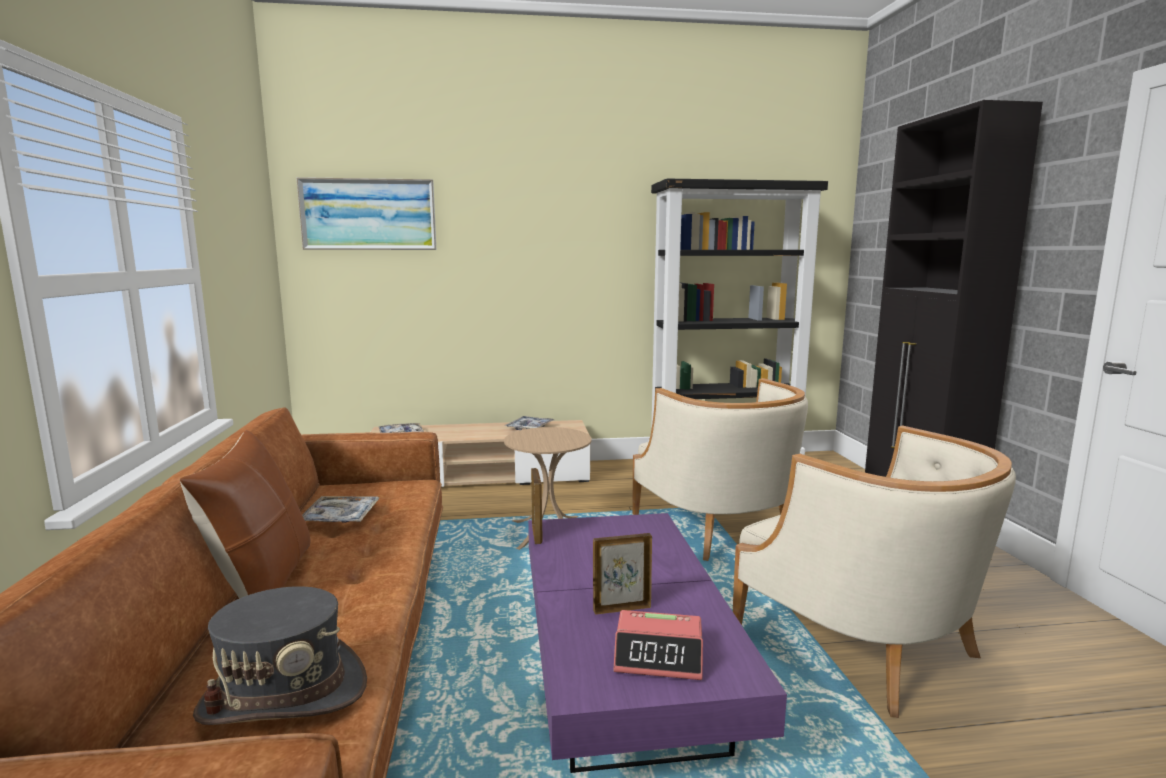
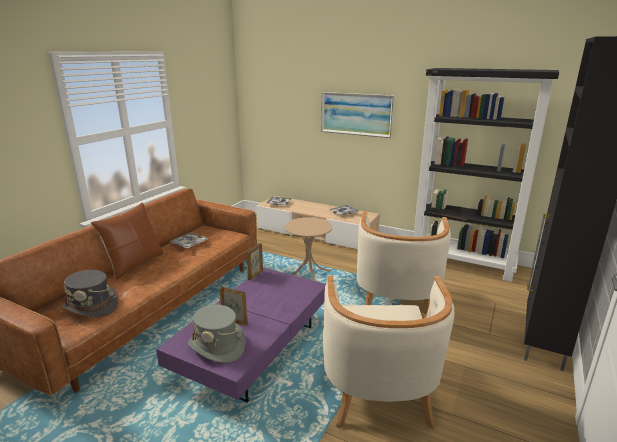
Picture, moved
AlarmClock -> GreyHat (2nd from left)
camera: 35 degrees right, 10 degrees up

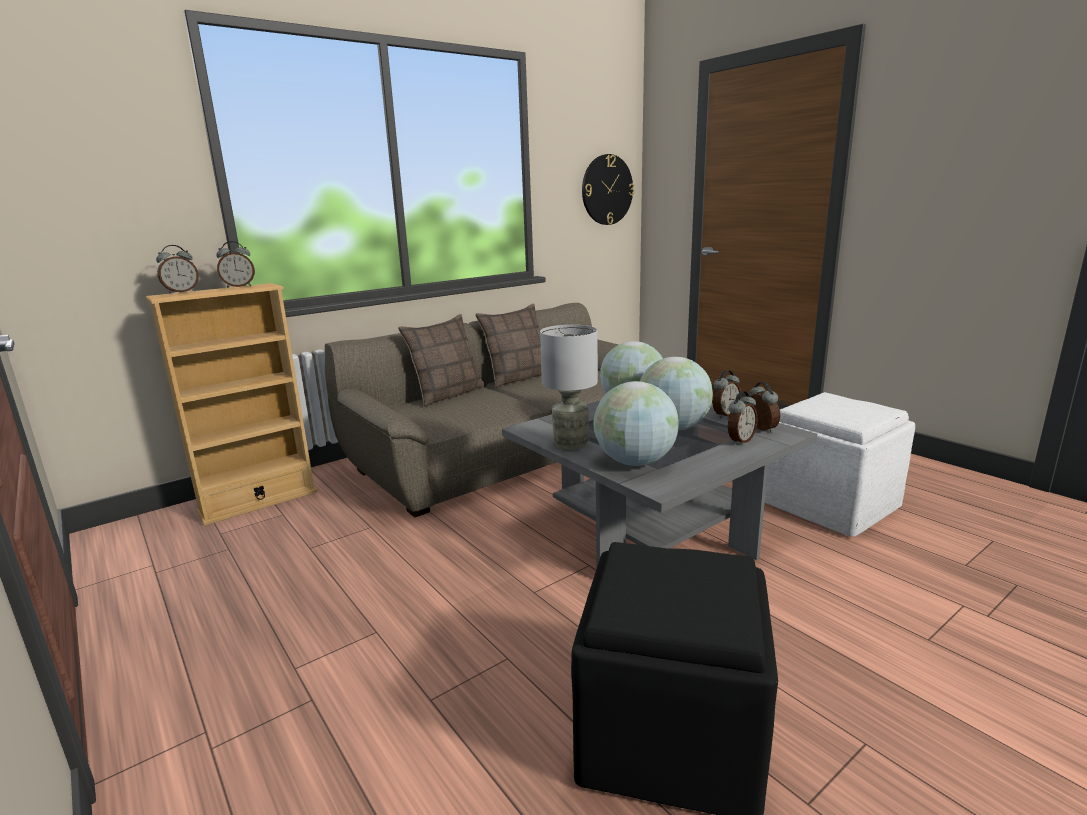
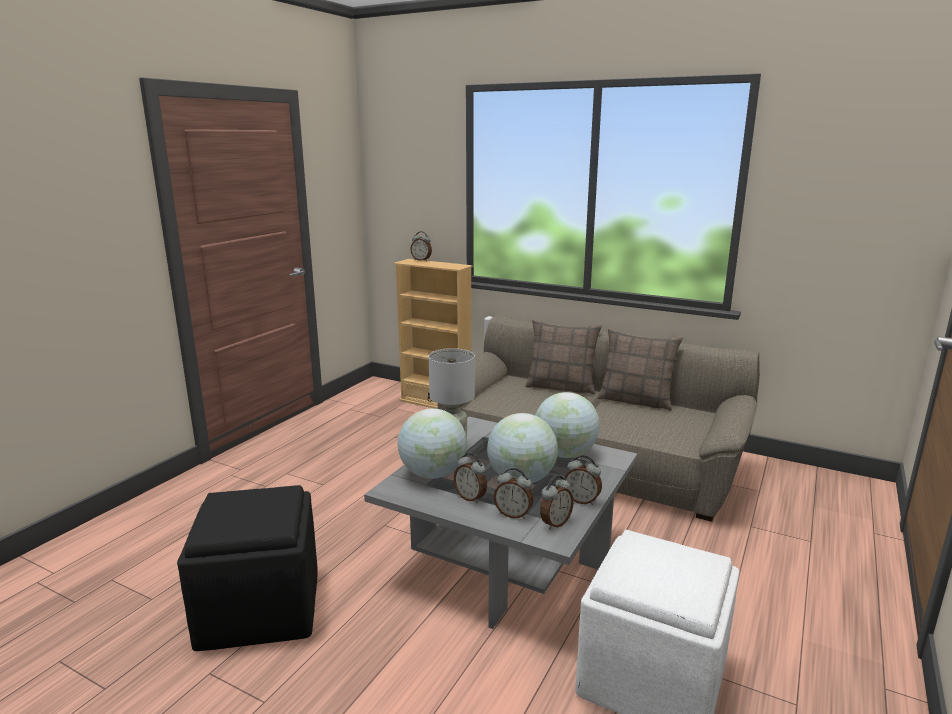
WallClock -> none
AlarmClock (2nd from left), moved
camera: 65 degrees right, 0 degrees up

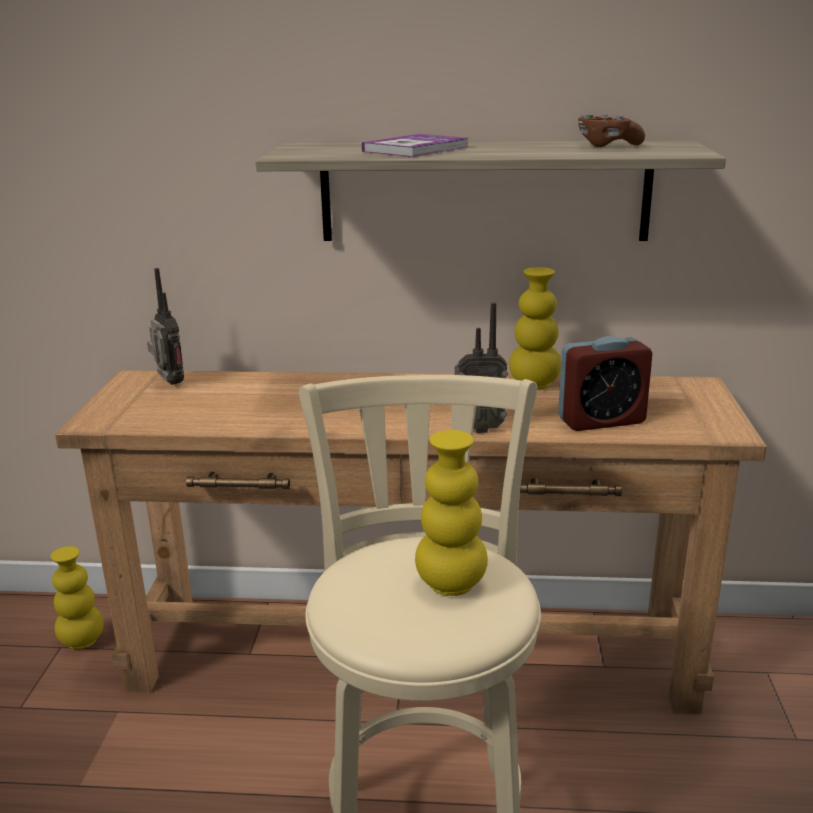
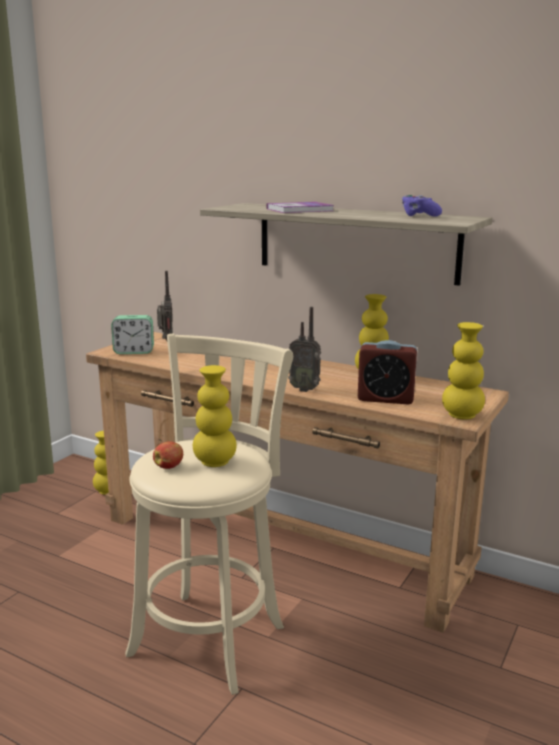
none -> AlarmClock (1st from left)
none -> Apple
none -> YellowVase (4th from left)
BrownGameController -> PurpleGameController
camera: 25 degrees right, 5 degrees down

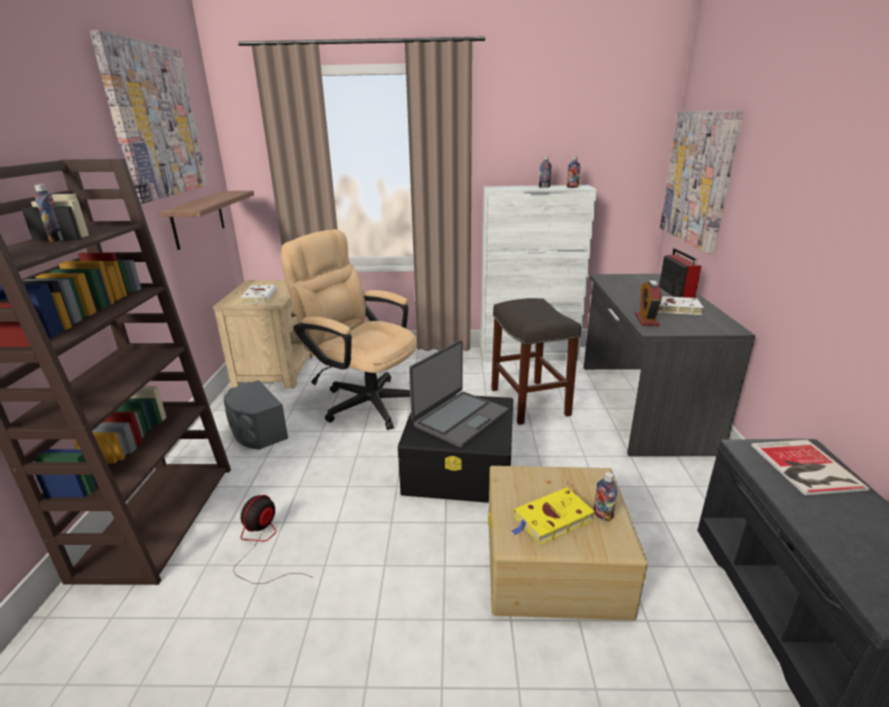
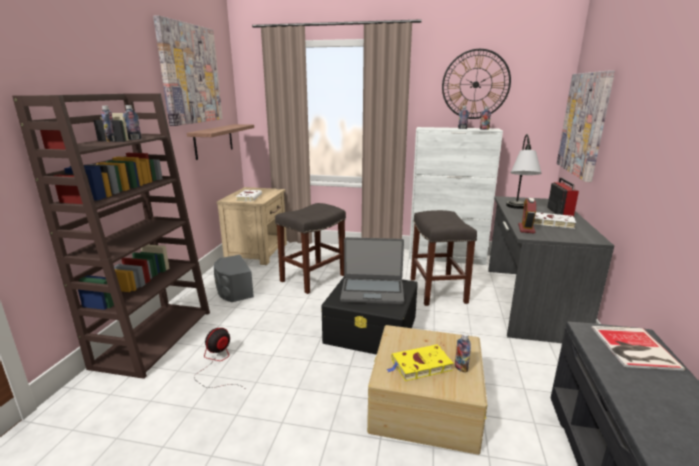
none -> Bottle (2nd from left)
none -> WallClock
none -> TableLamp
BeigeOfficeChair -> GreyStool (1st from left)
Laptop, 45 degrees clockwise
camera: 10 degrees right, 5 degrees down

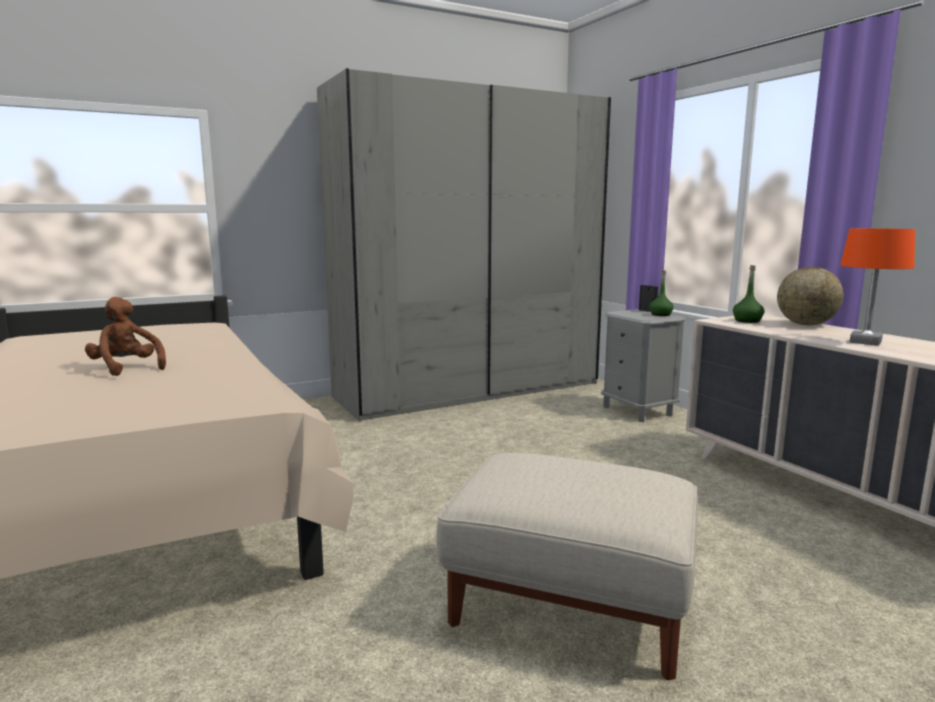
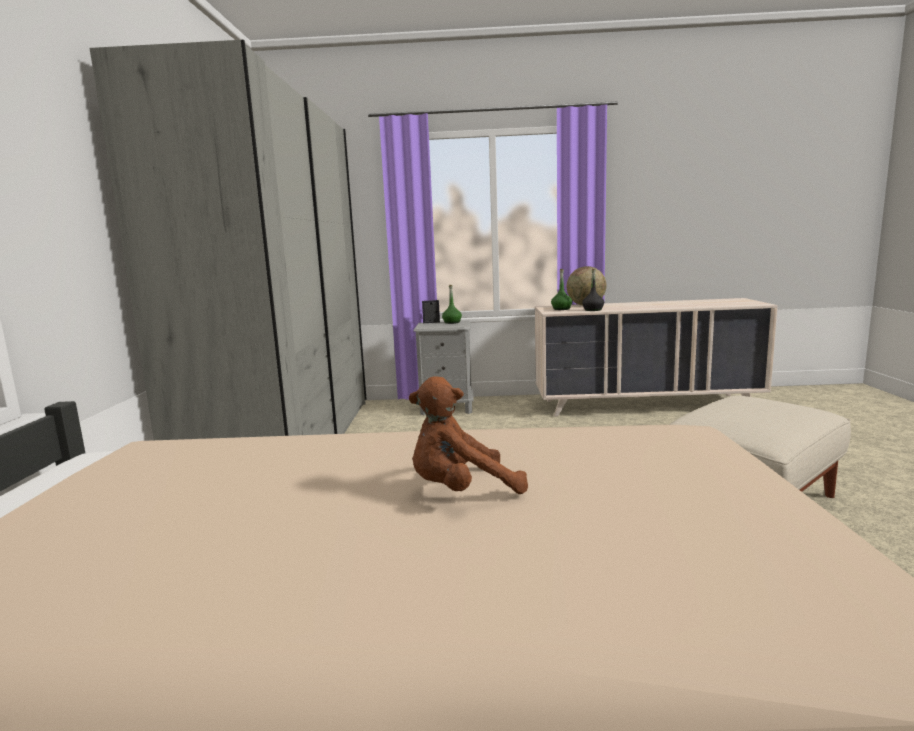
OrangeTableLamp -> none
none -> BlackBottle
camera: 60 degrees left, 0 degrees up

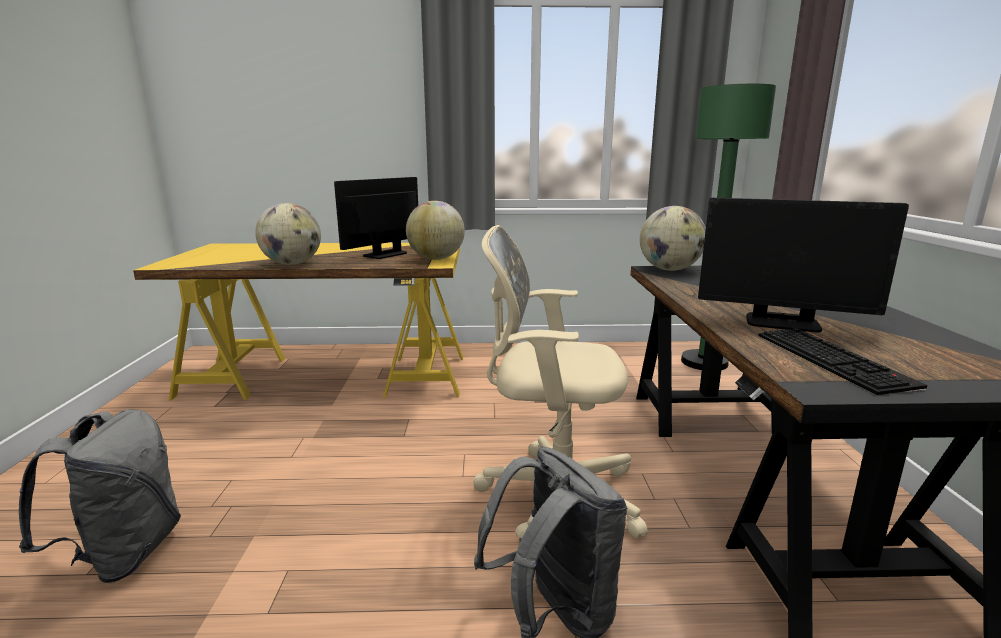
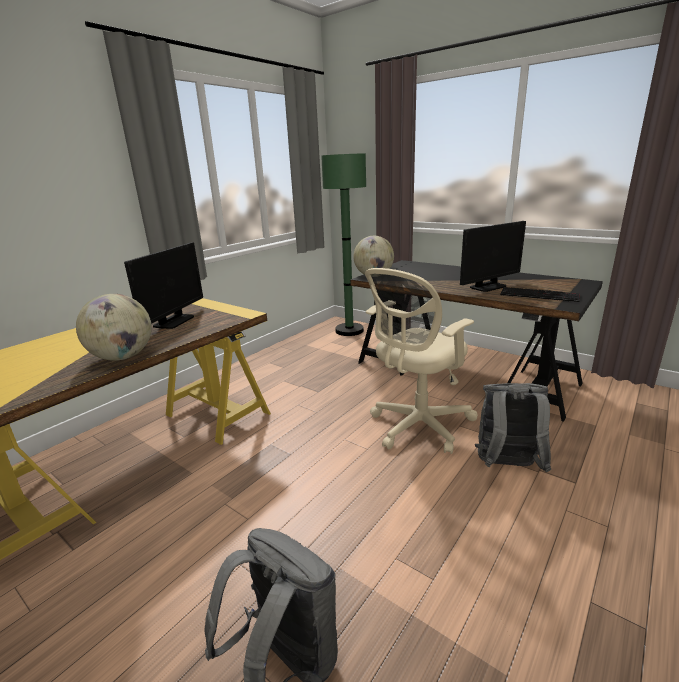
Globe (2nd from left) -> none
Monitor (1st from left), 150 degrees counterclockwise
camera: 50 degrees left, 5 degrees up

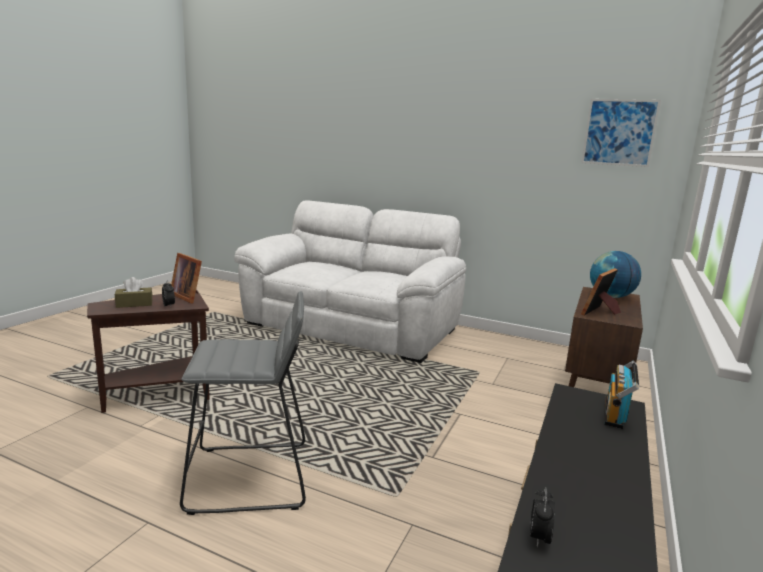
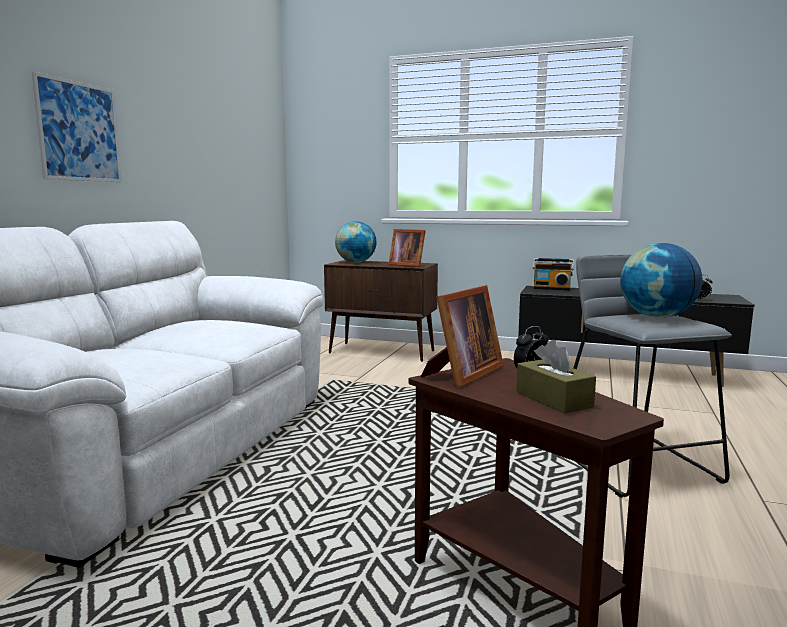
none -> Globe (2nd from left)
Picture, moved
camera: 95 degrees left, 5 degrees down

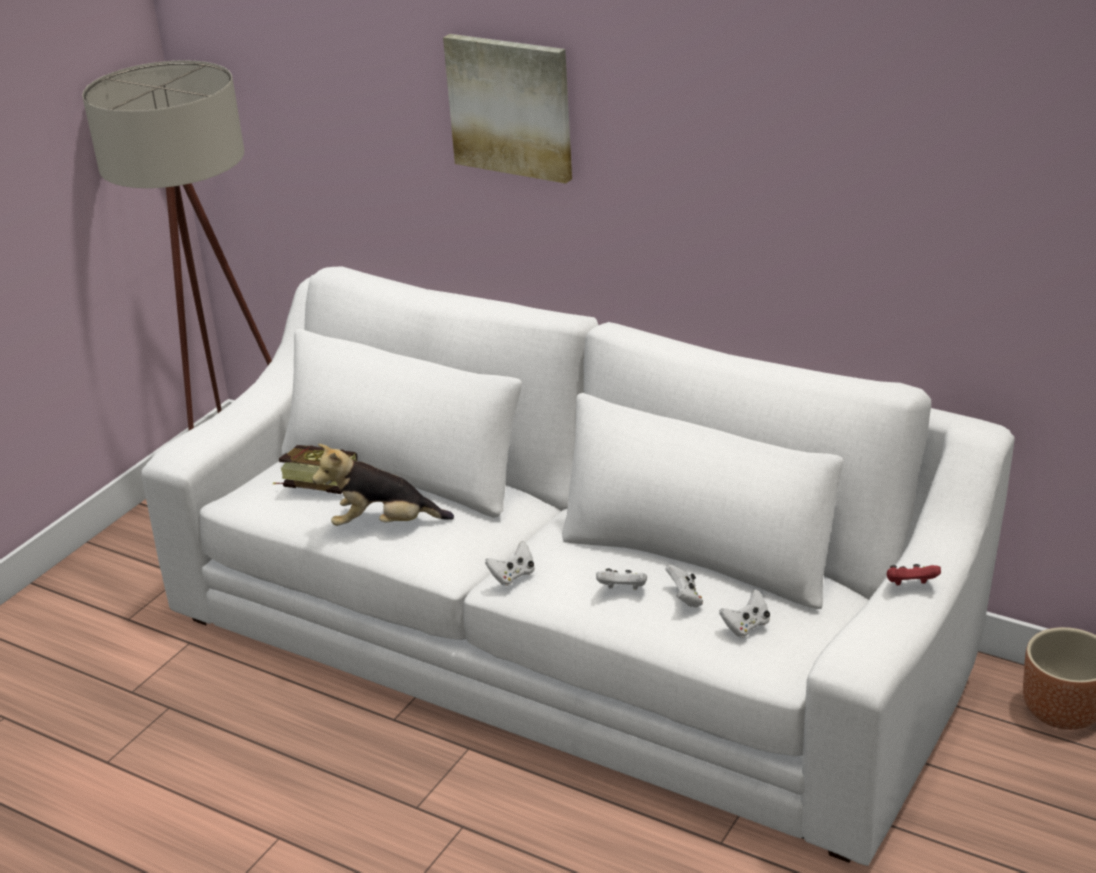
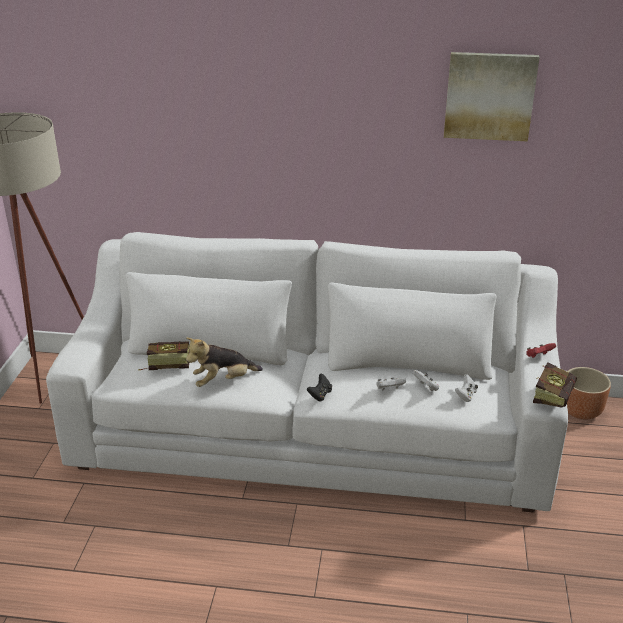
none -> Book (2nd from left)
Picture, moved
WhiteGameController (1st from left) -> BlackGameController
camera: 25 degrees left, 0 degrees up

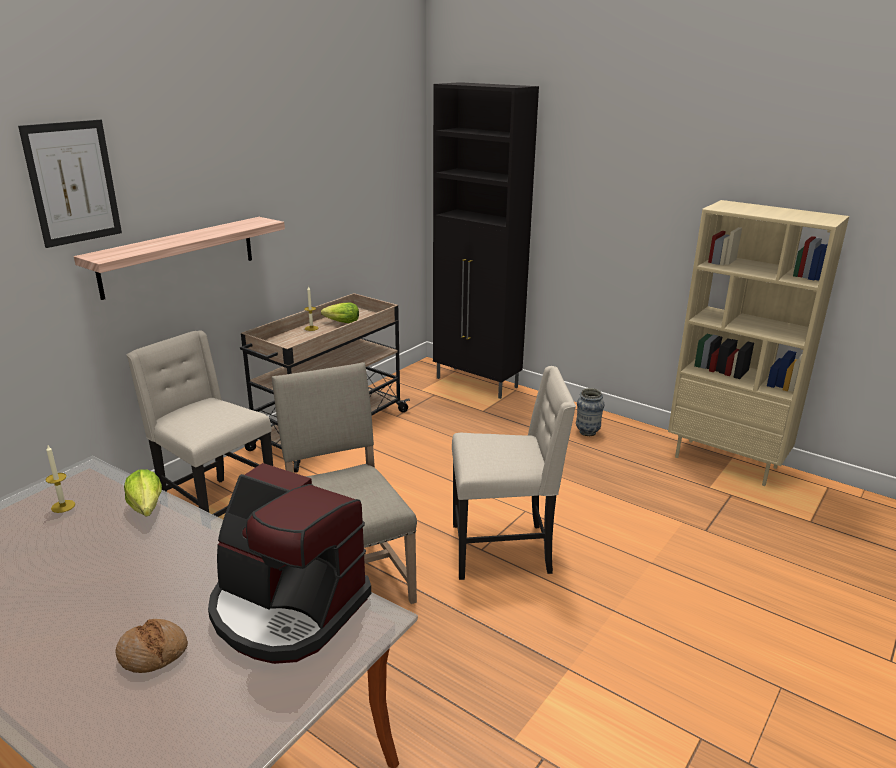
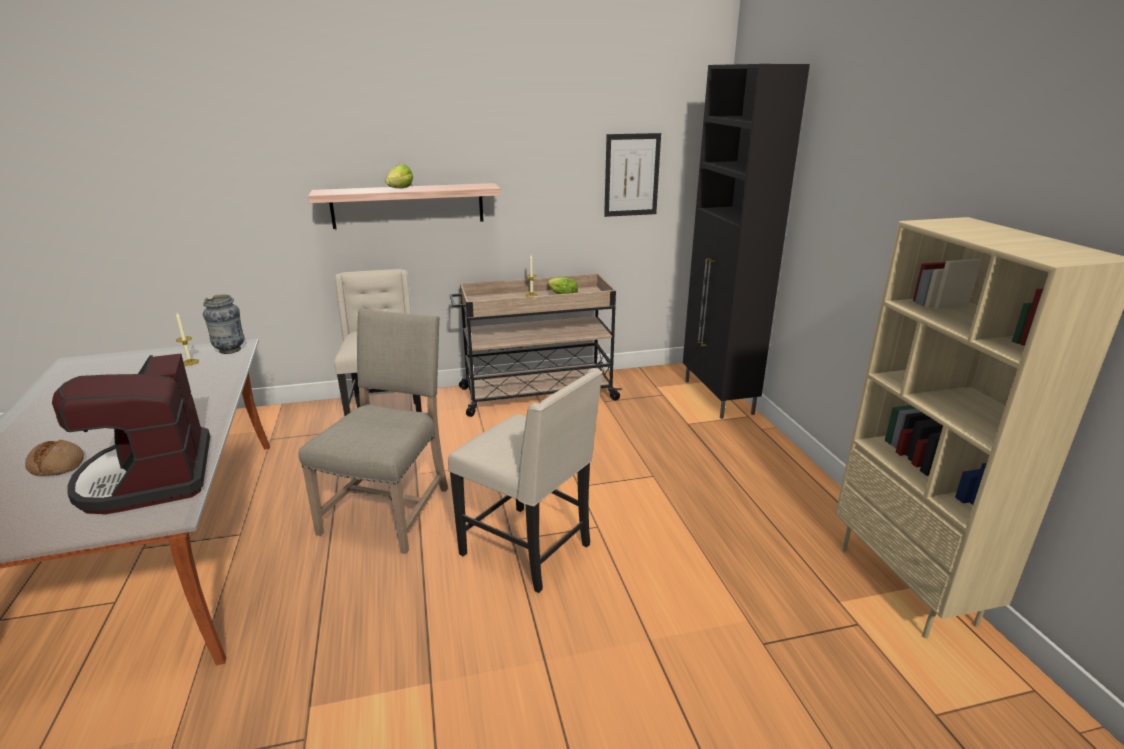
Picture, moved
Lettuce (1st from left), moved
Vase, moved
camera: 40 degrees right, 0 degrees up

